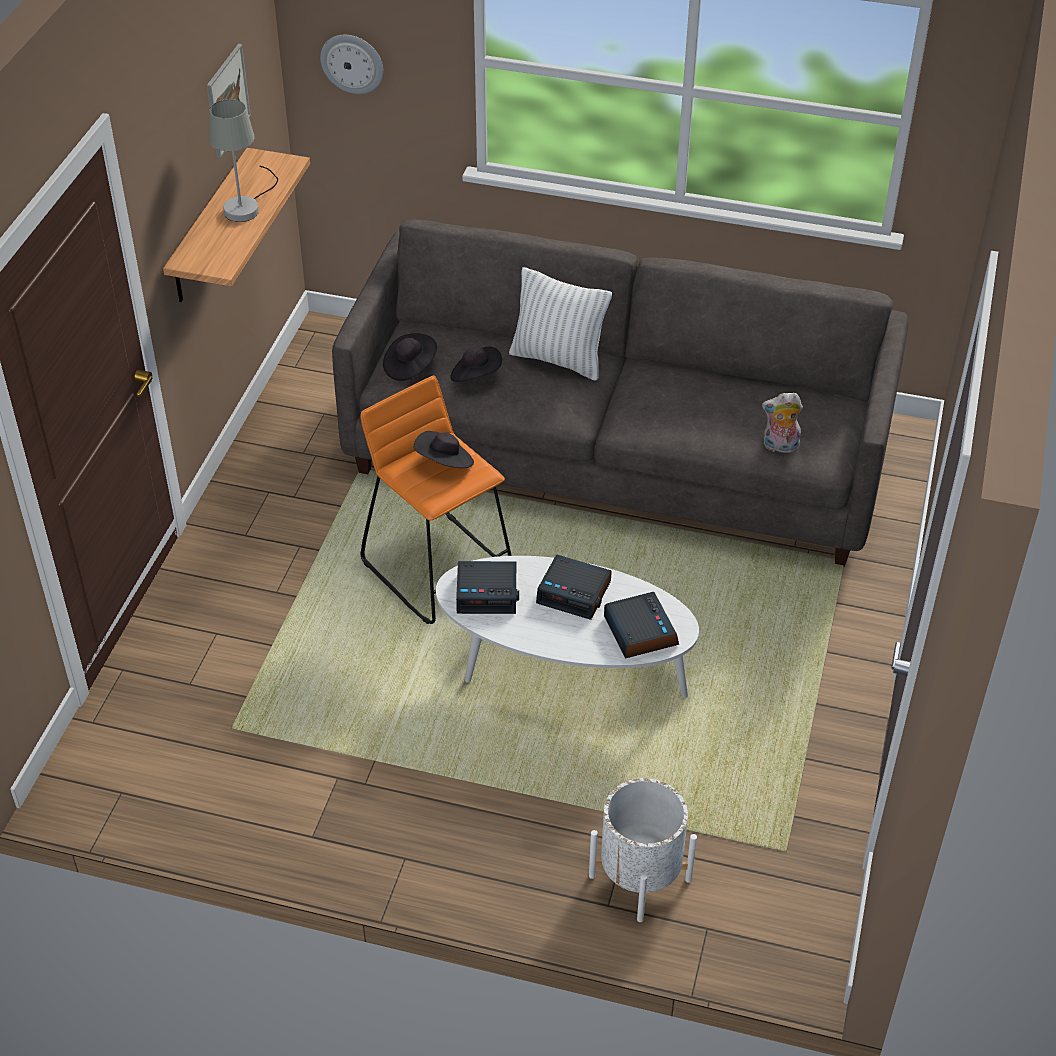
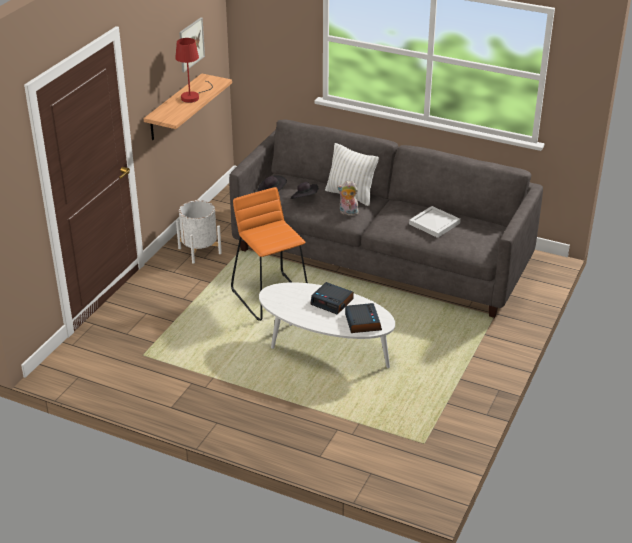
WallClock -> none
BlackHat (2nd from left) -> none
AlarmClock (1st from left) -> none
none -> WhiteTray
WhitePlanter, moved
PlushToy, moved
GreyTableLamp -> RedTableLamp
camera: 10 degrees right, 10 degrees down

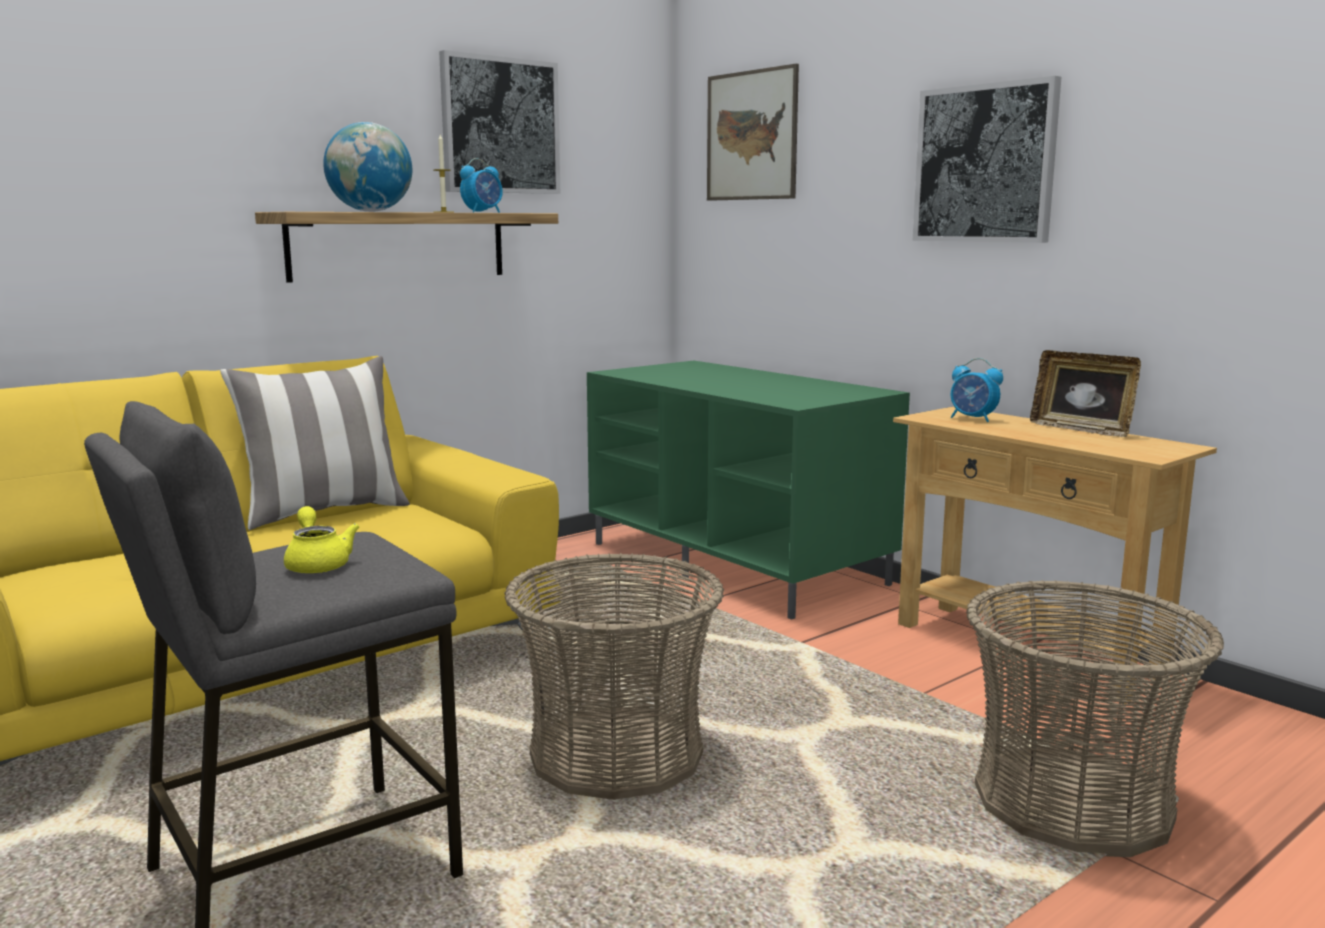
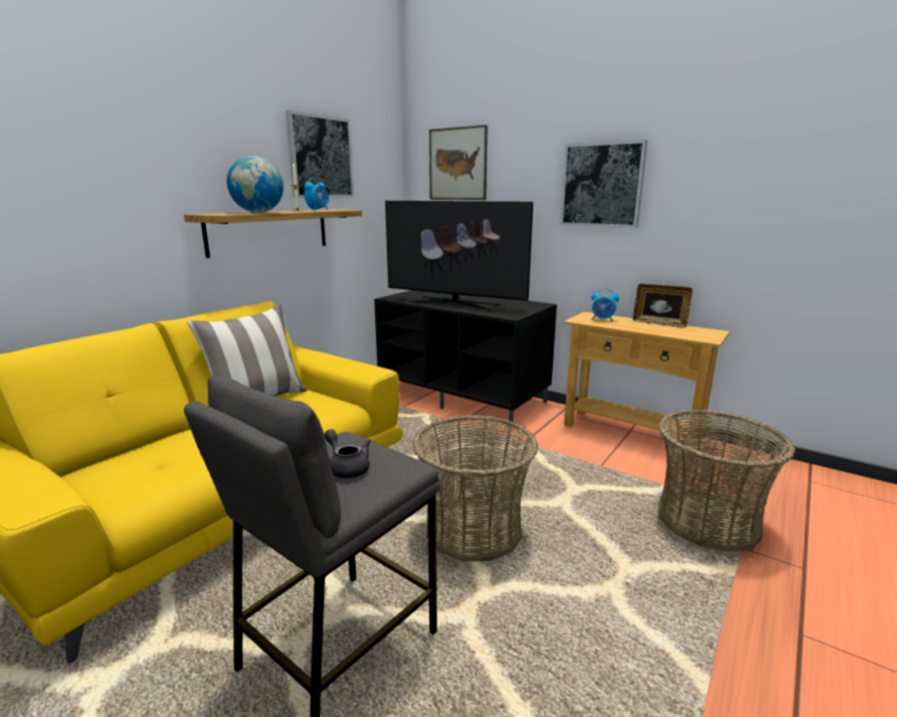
none -> Television
YellowTeapot -> GreyTeapot
GreenTvStand -> BlackTvStand
camera: 15 degrees left, 5 degrees up

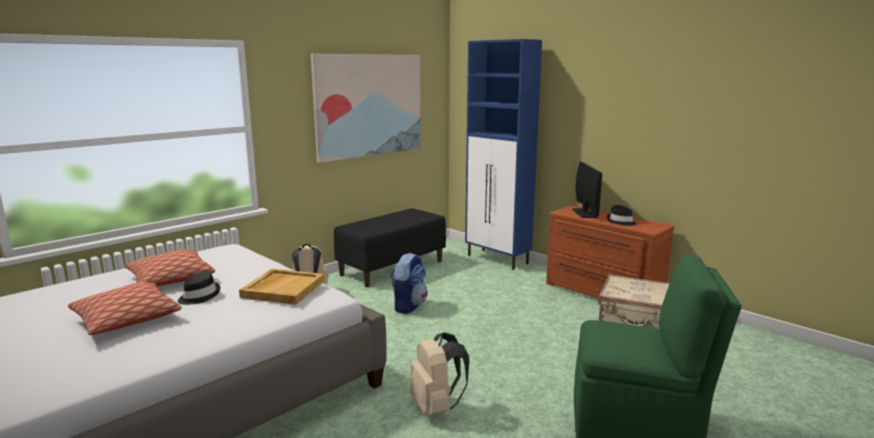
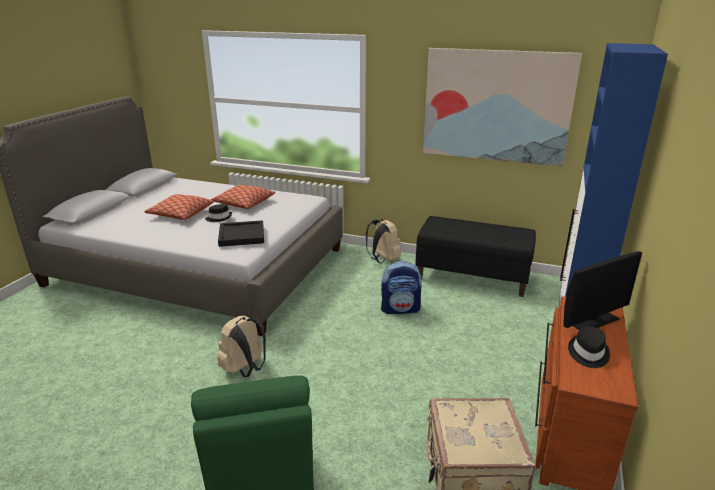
BeigeTray -> BlackTray
camera: 65 degrees right, 10 degrees up

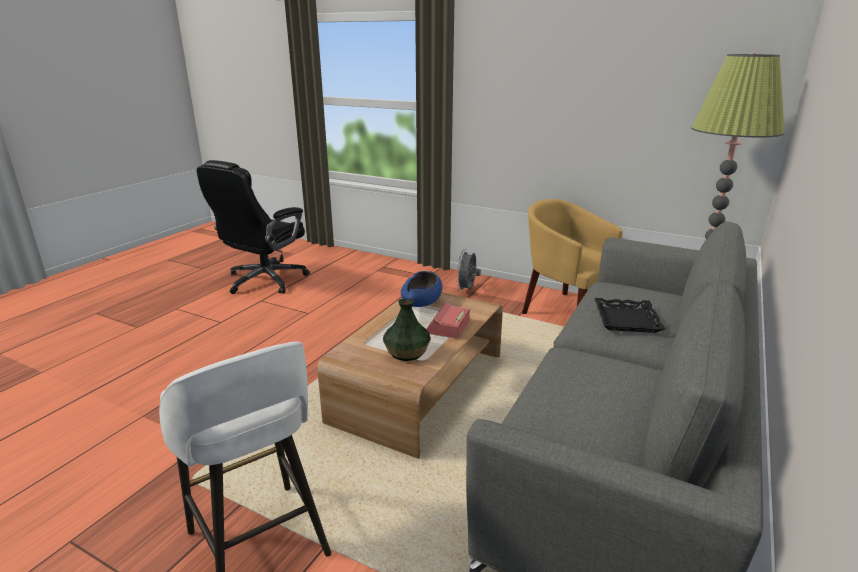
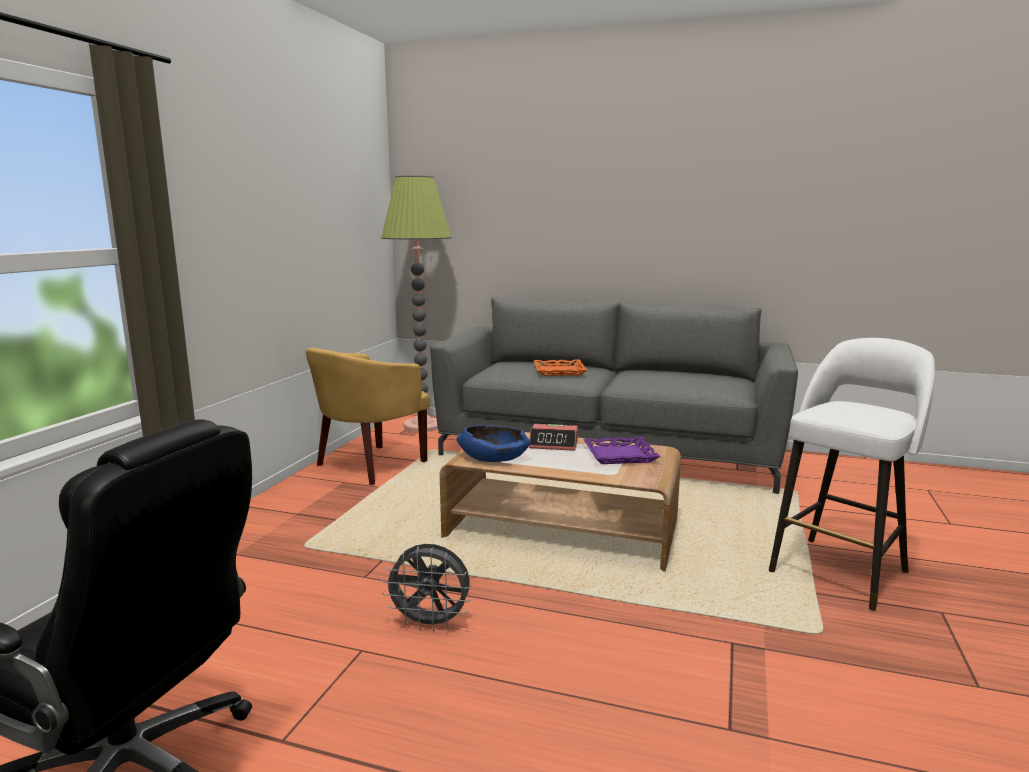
GreyFan, moved
Vase -> PurpleTray
BlackTray -> OrangeTray
camera: 100 degrees left, 10 degrees down

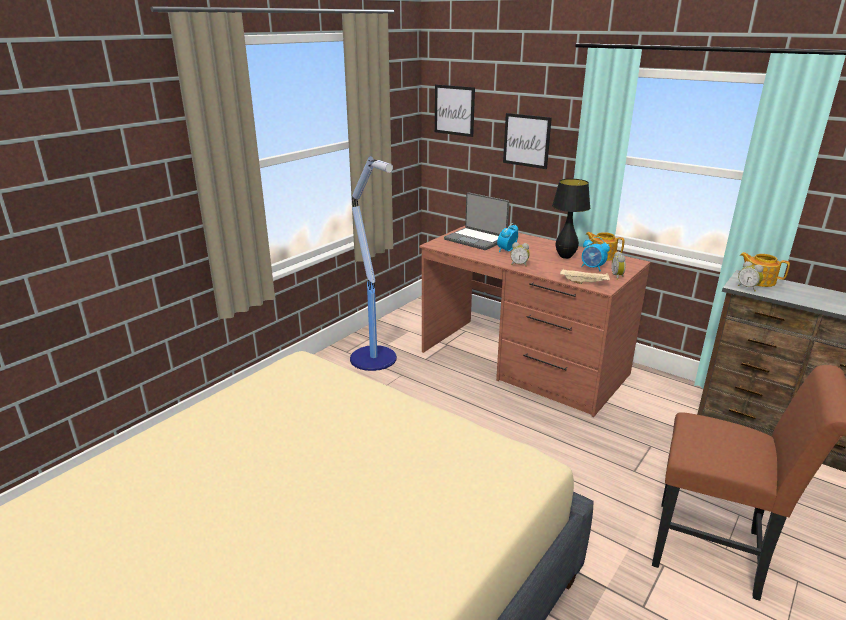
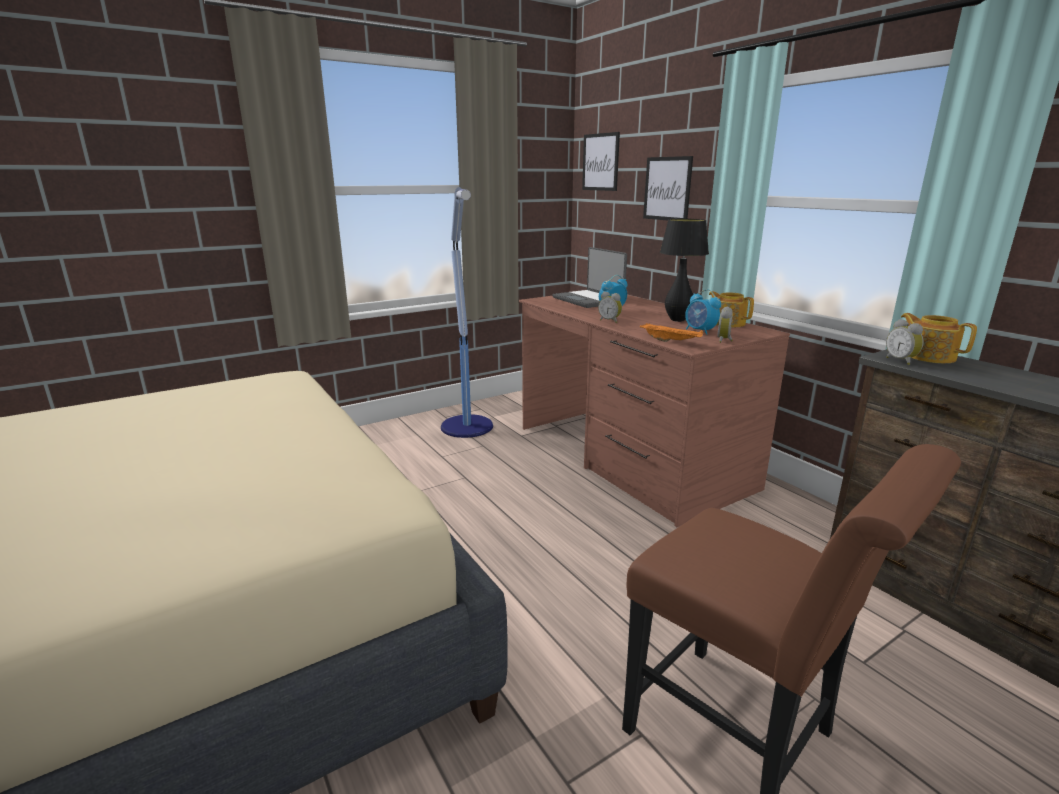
BeigeTray -> OrangeTray
camera: 20 degrees right, 5 degrees down

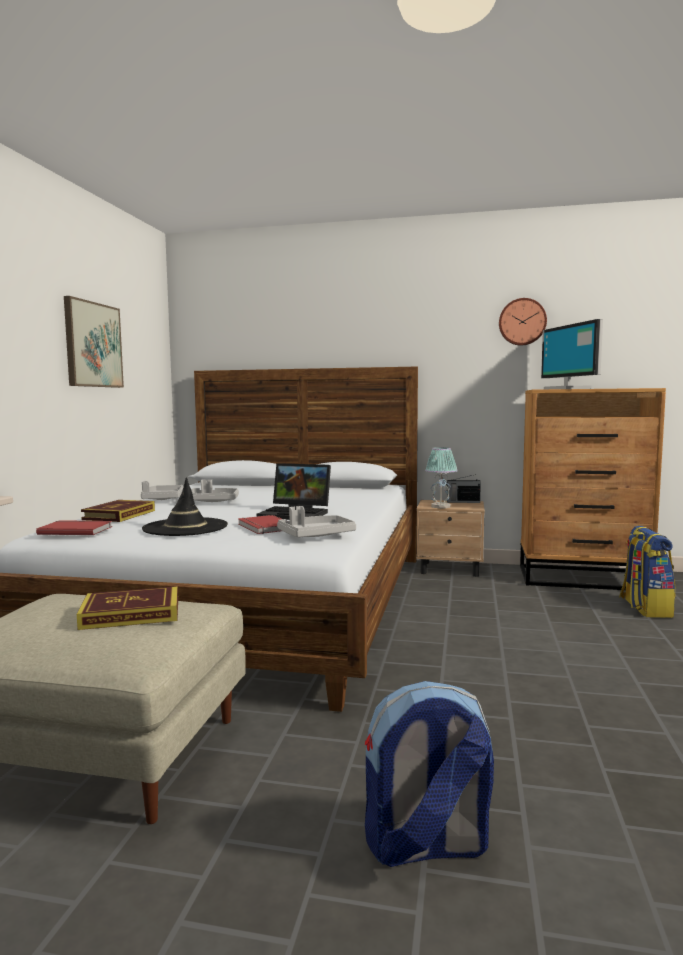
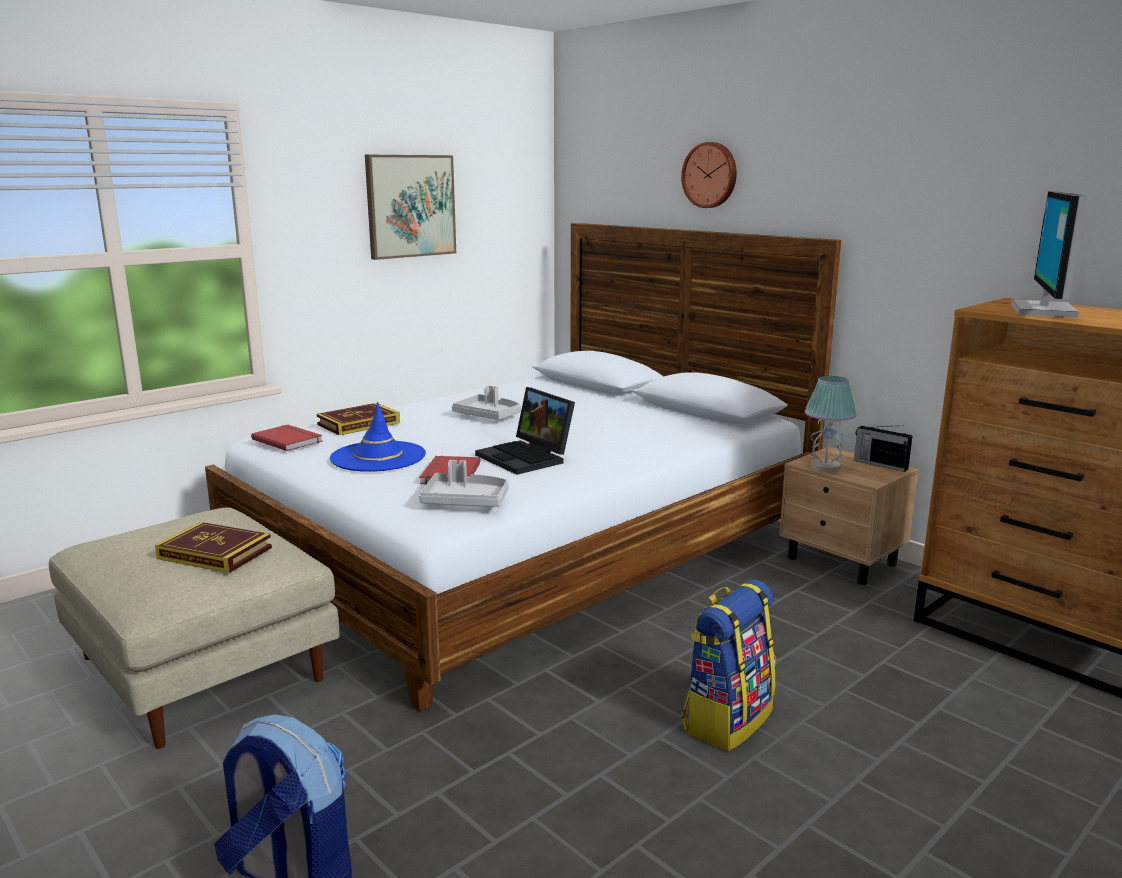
GreyTray (1st from left) -> none
WallClock, moved
Backpack (2nd from left), moved
BlackHat -> BlueHat
camera: 35 degrees right, 10 degrees up

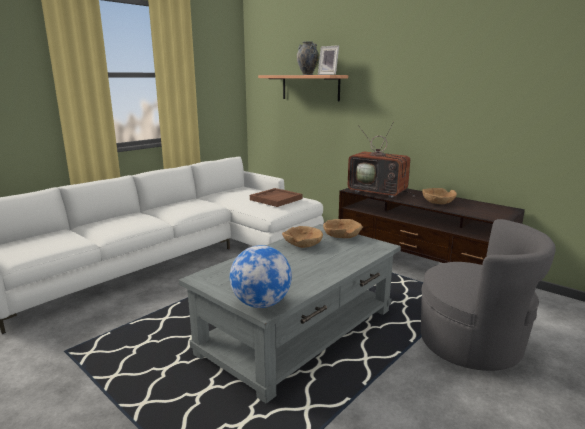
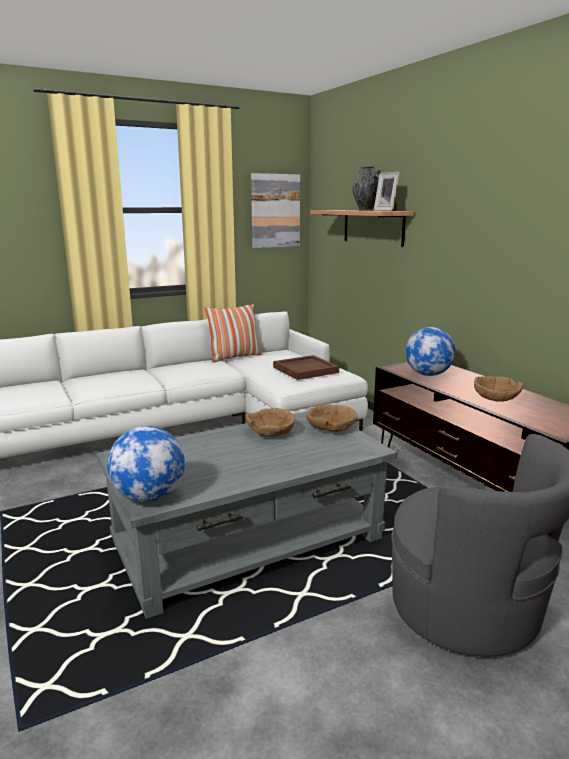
none -> Pillow
none -> Picture
Television -> Globe (2nd from left)
camera: 20 degrees right, 0 degrees up

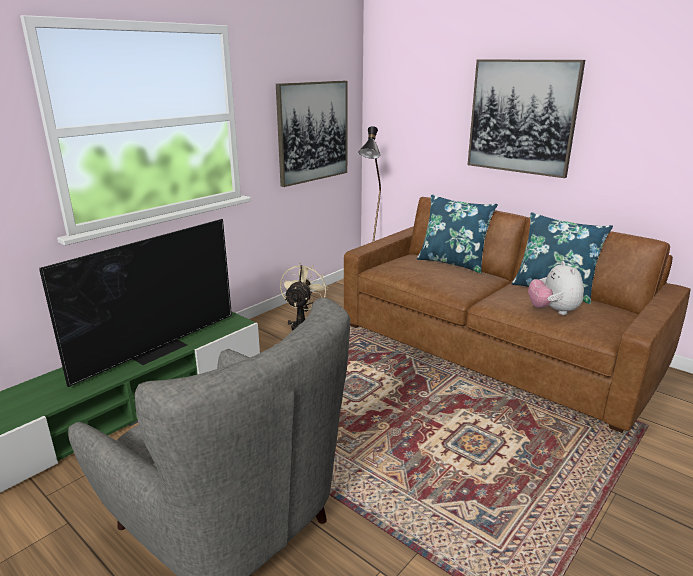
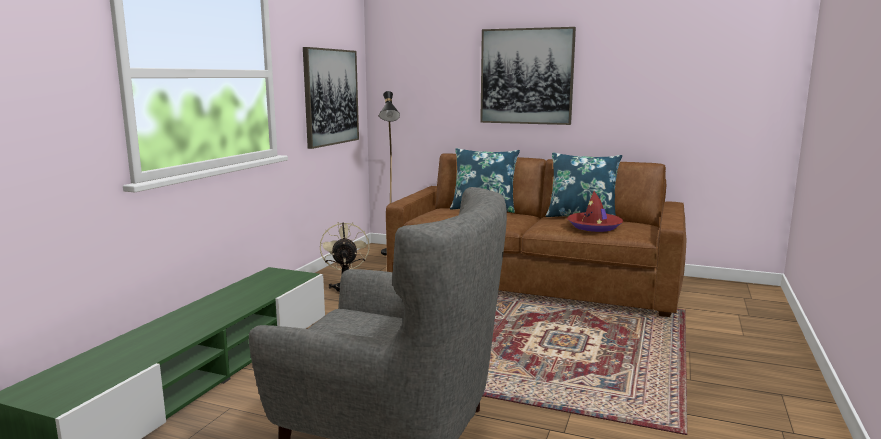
Television -> none
PlushToy -> RedHat
camera: 20 degrees left, 10 degrees down

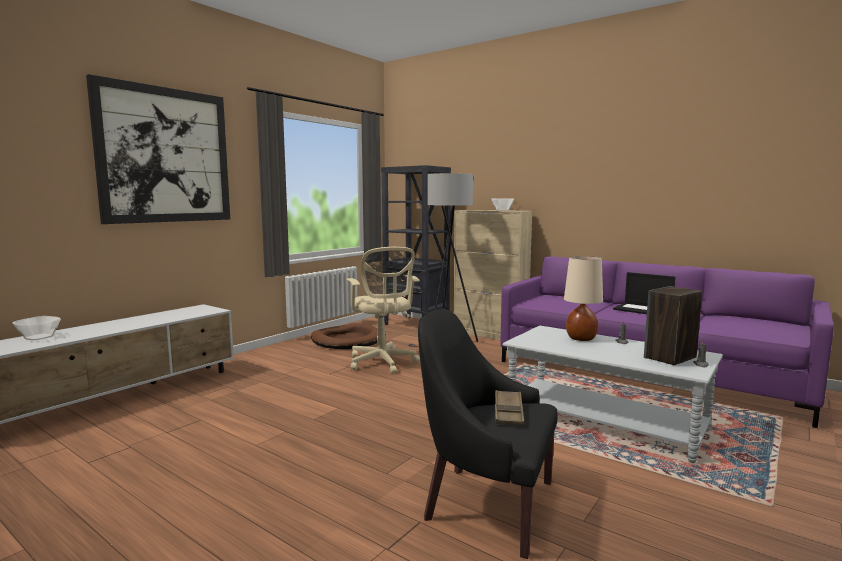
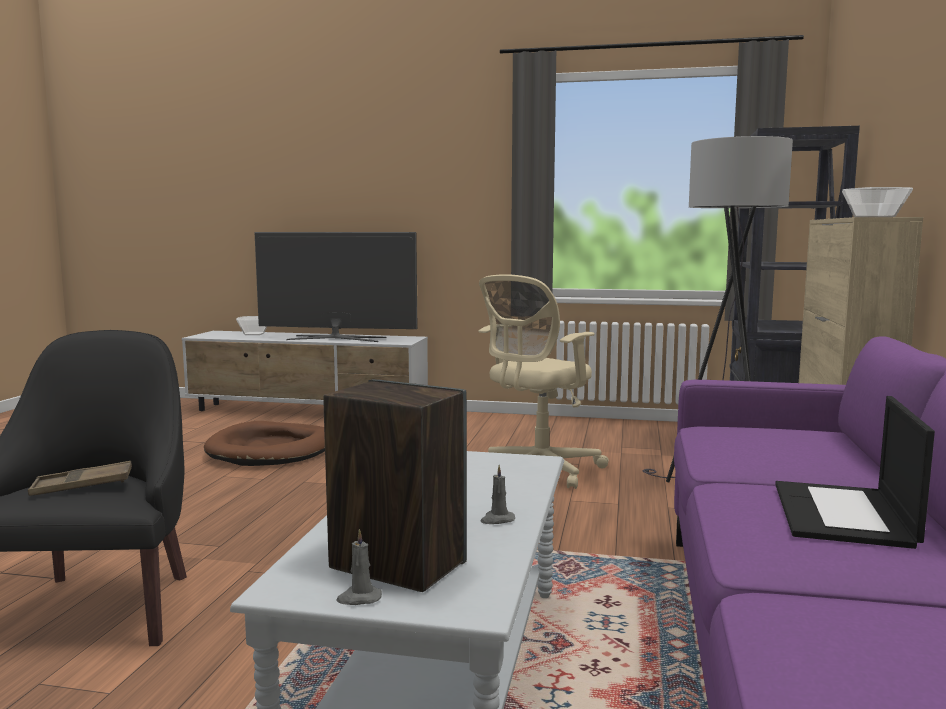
Picture -> none
BeigeTableLamp -> none
none -> Television
BrownDogBed, moved
camera: 65 degrees right, 0 degrees up

